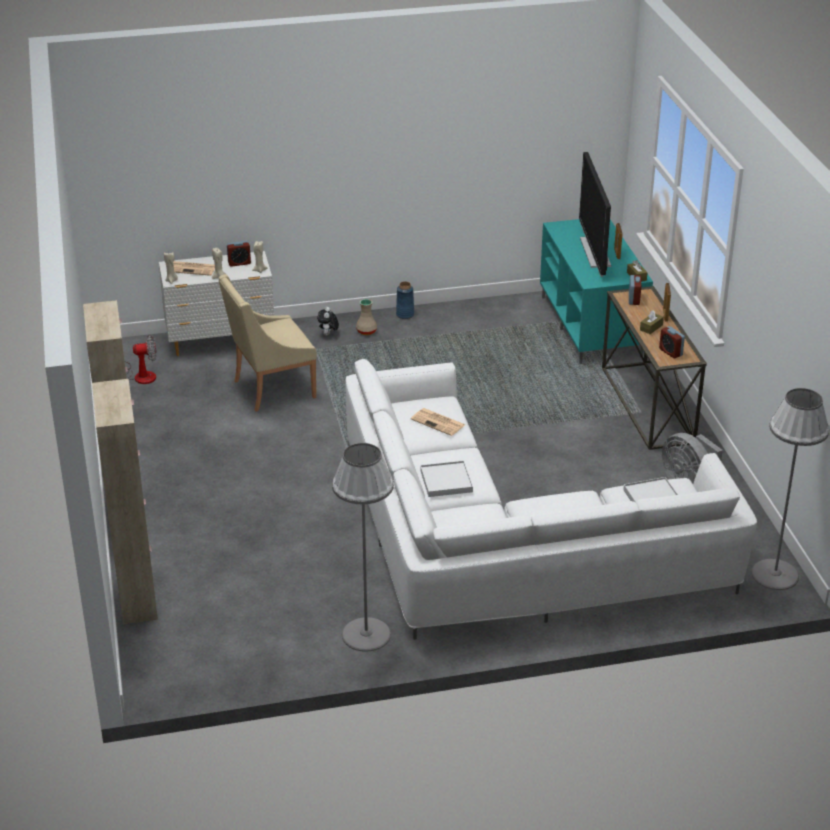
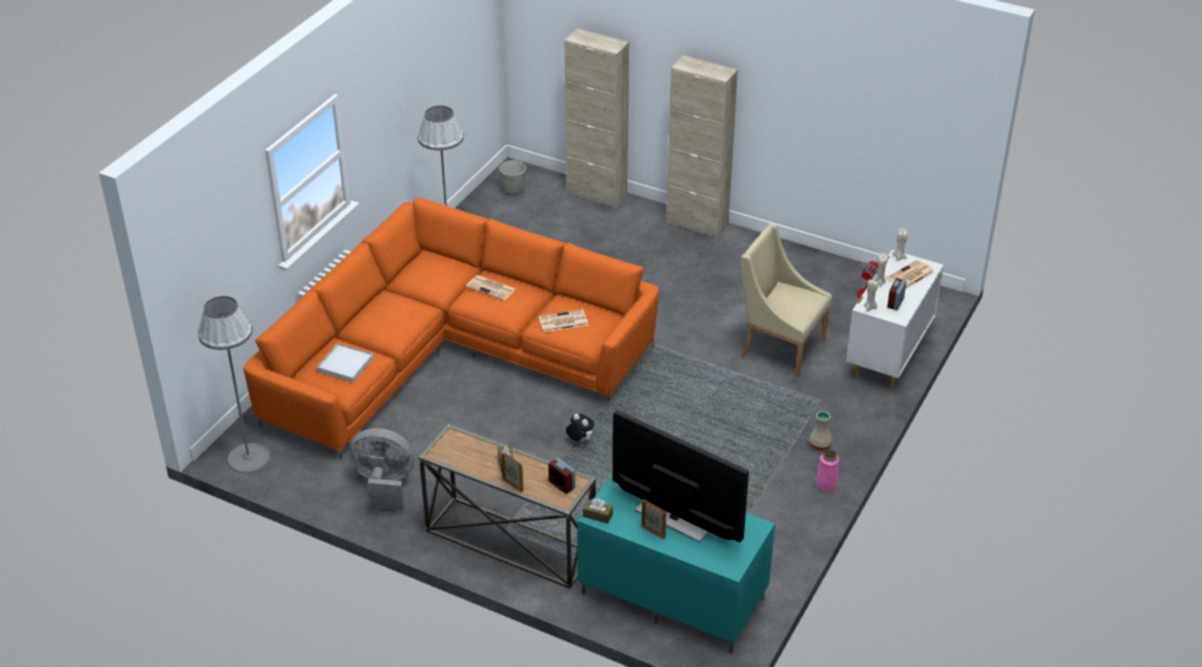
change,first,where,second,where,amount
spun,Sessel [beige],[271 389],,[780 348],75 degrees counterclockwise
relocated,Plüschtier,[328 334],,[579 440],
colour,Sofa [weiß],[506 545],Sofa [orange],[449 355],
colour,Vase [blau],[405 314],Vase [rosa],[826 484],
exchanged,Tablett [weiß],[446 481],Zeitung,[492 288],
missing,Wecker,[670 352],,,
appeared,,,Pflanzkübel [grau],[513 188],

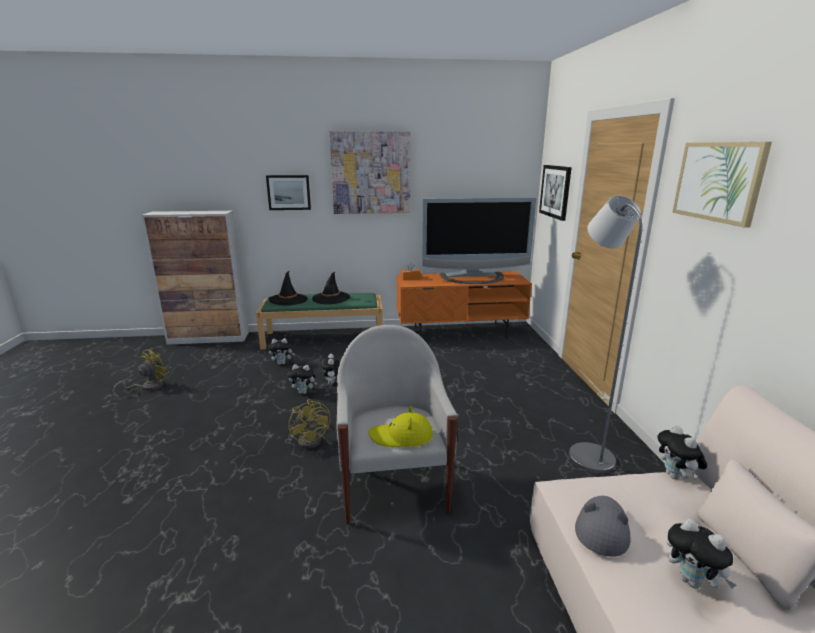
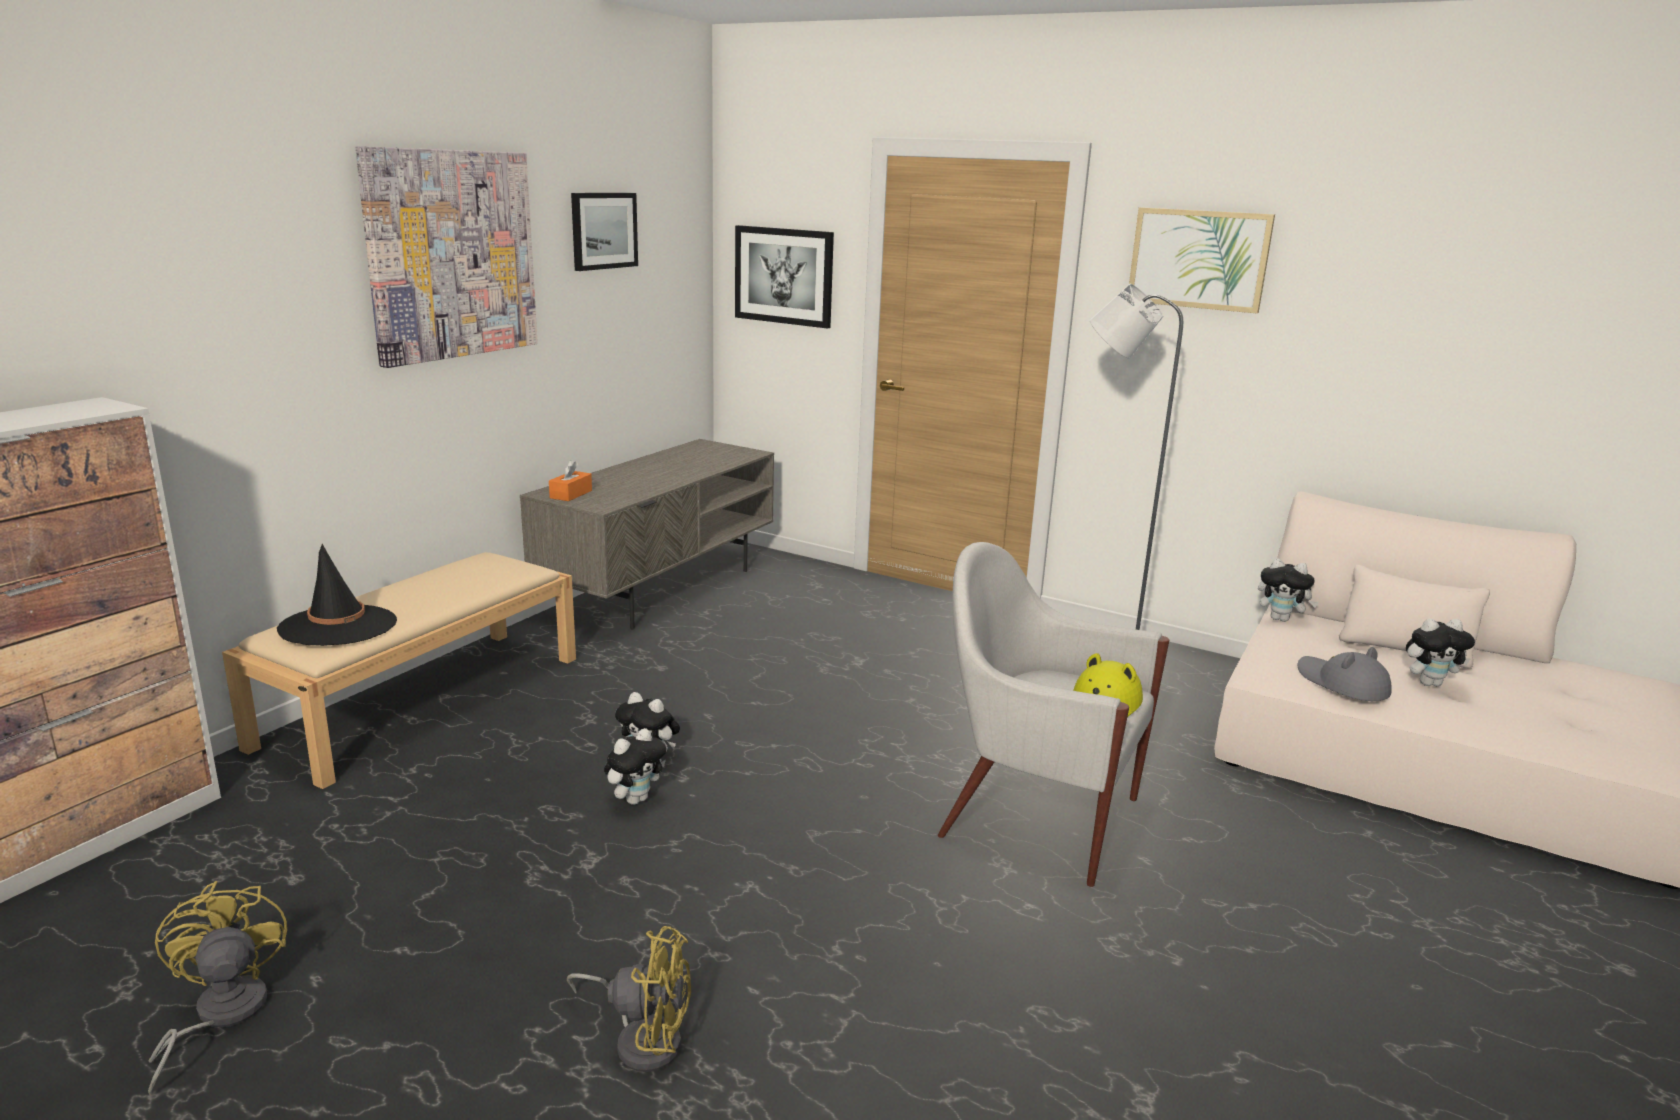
change,first,where,second,where,amount
colour,Bank [grün],[324 338],Bank [beige],[424 699],
relocated,Bild,[289 192],,[603 230],
missing,Plüschtier,[282 363],,,
relocated,Ventilator [gelb],[312 439],,[642 1038],
missing,Hut [schwarz],[331 298],,,
colour,Fernsehschrank [orange],[460 333],Fernsehschrank [grau],[660 588],
missing,Fernseher,[473 278],,,

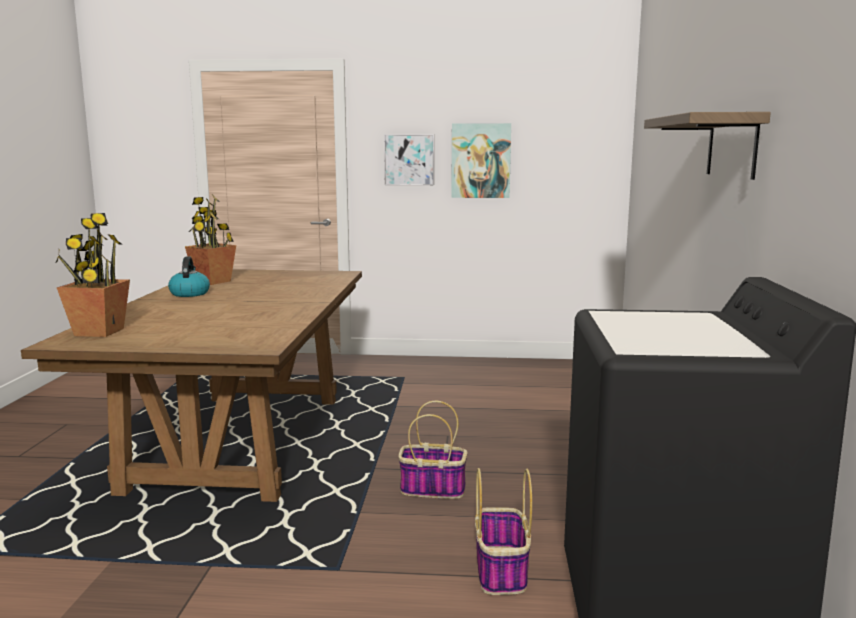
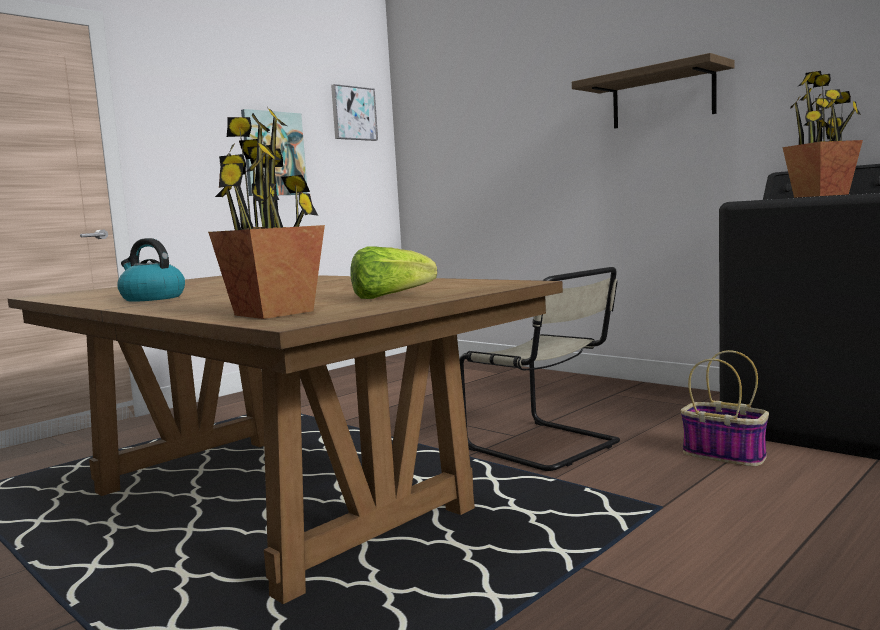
change,first,where,second,where,amount
relocated,Topfpflanze,[213 281],,[821 196],
relocated,Bild,[409 159],,[353 113],
exchanged,Korb,[431 489],Stuhl [beige],[547 446],
appeared,,,Salatkopf,[390 297],

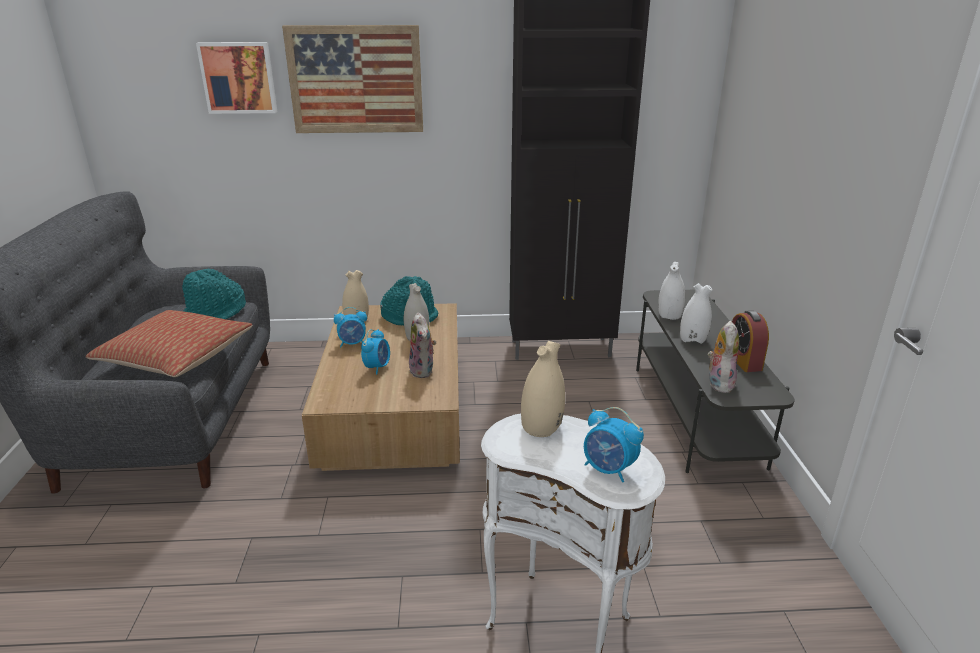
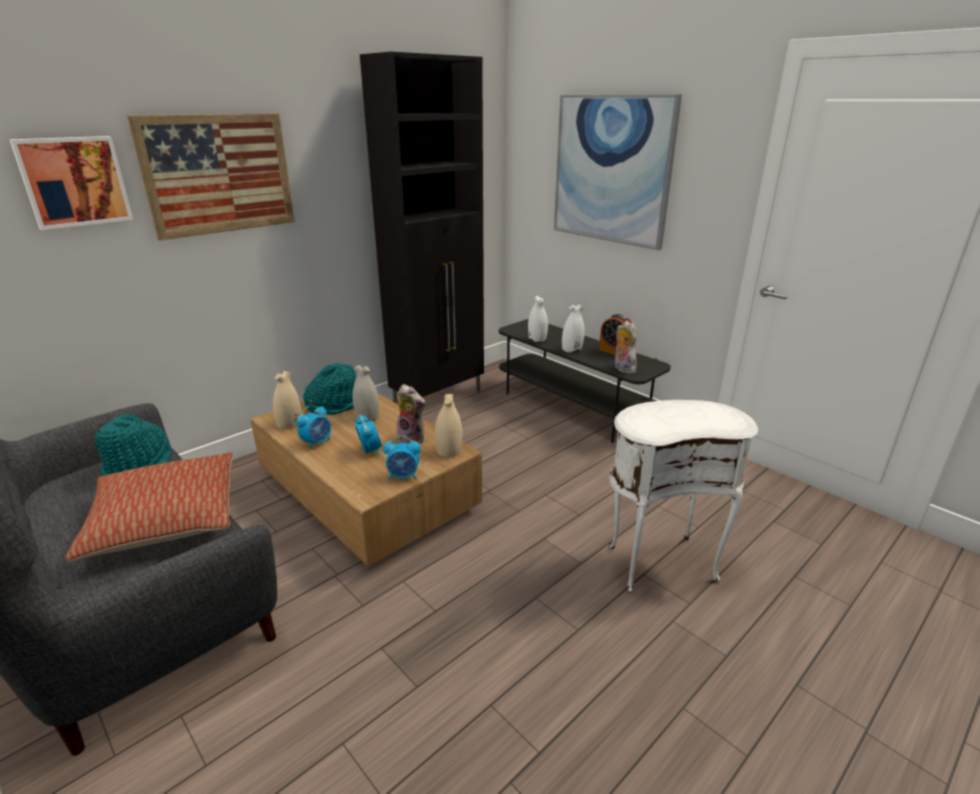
change,first,where,second,where,amount
relocated,Vase [beige],[542 426],,[449 451],
relocated,Wecker,[608 469],,[403 476],
appeared,,,Bild,[611 170],

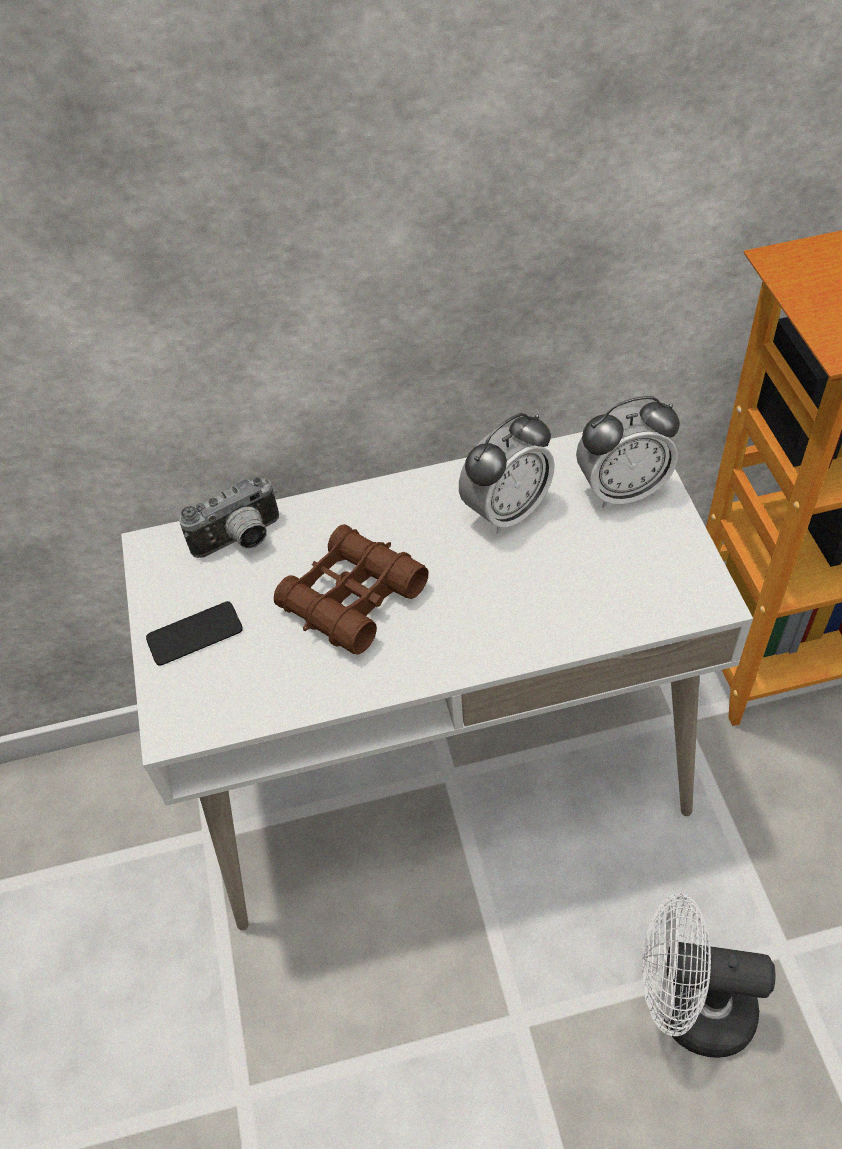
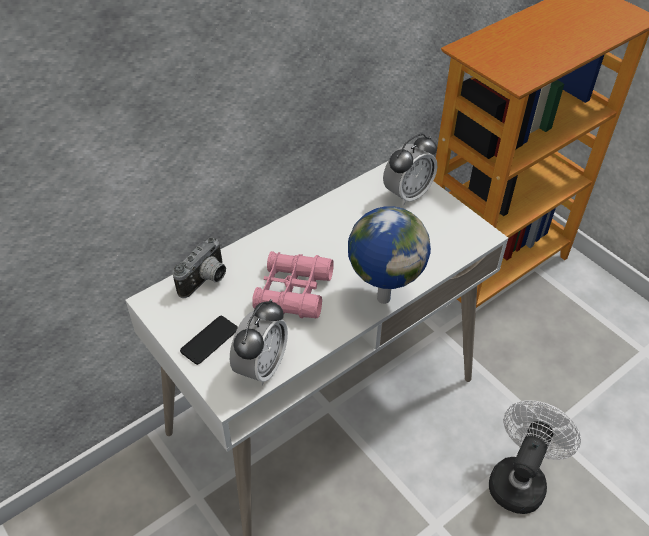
change,first,where,second,where,amount
colour,Fernglas [braun],[352 598],Fernglas [rosa],[293 292],
relocated,Wecker,[506 511],,[261 367],
spun,Ventilator [weiß],[689 1006],,[519 479],135 degrees clockwise
appeared,,,Globus,[382 297],

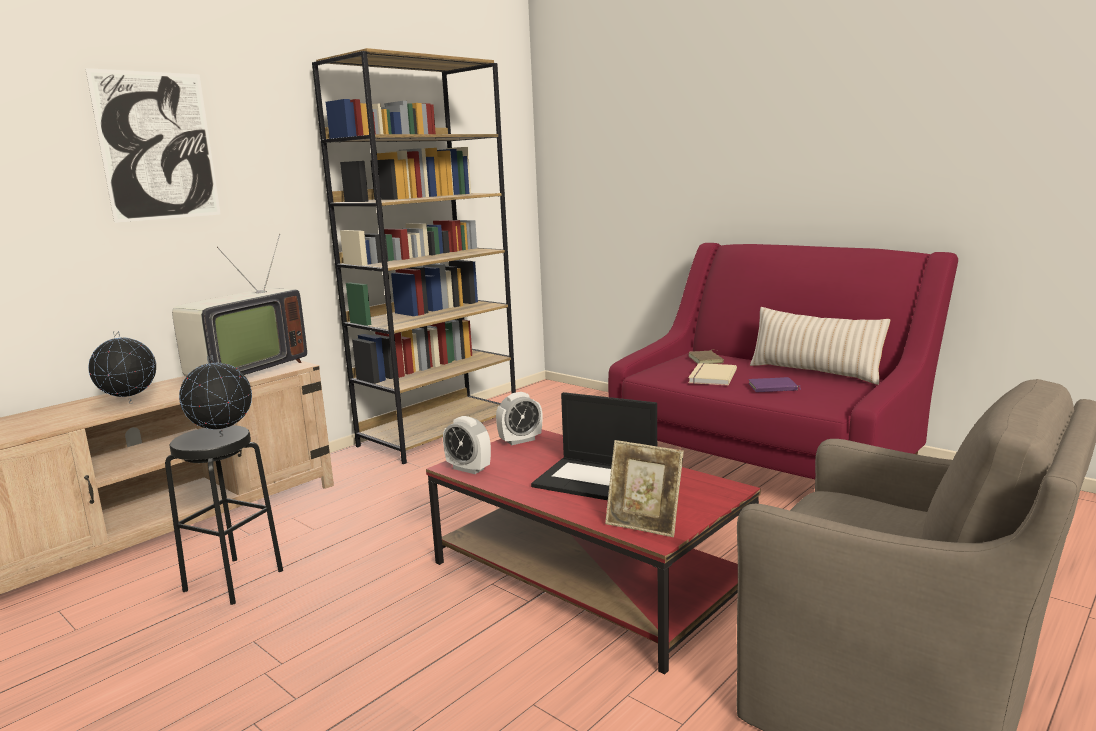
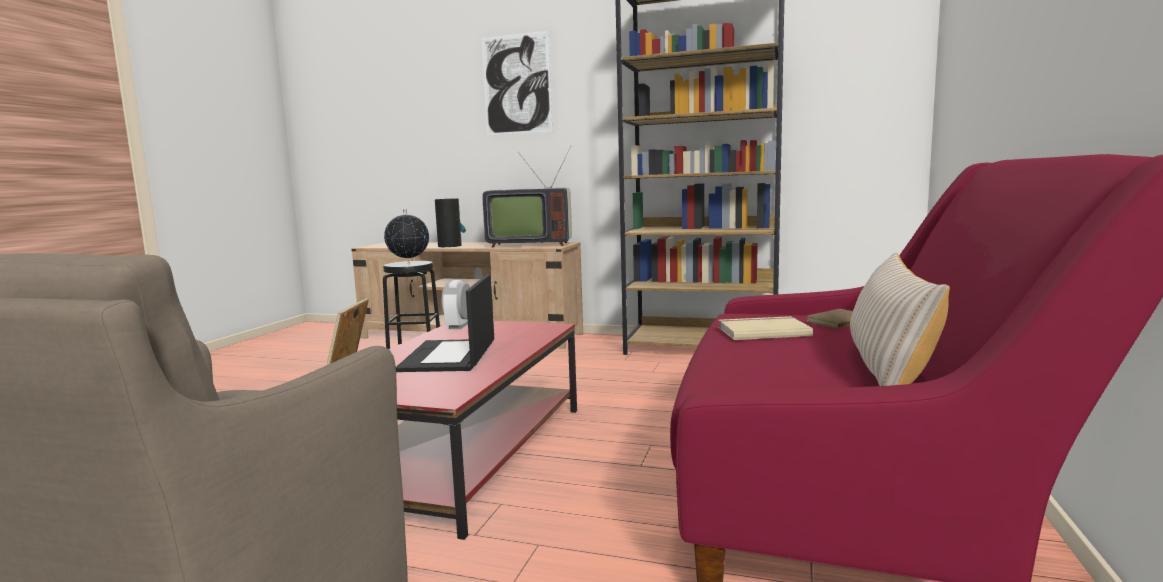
change,first,where,second,where,amount
exchanged,Globus,[129 403],Vase,[450 246],
missing,Wecker,[520 440],,,
missing,Buch [lila],[773 388],,,

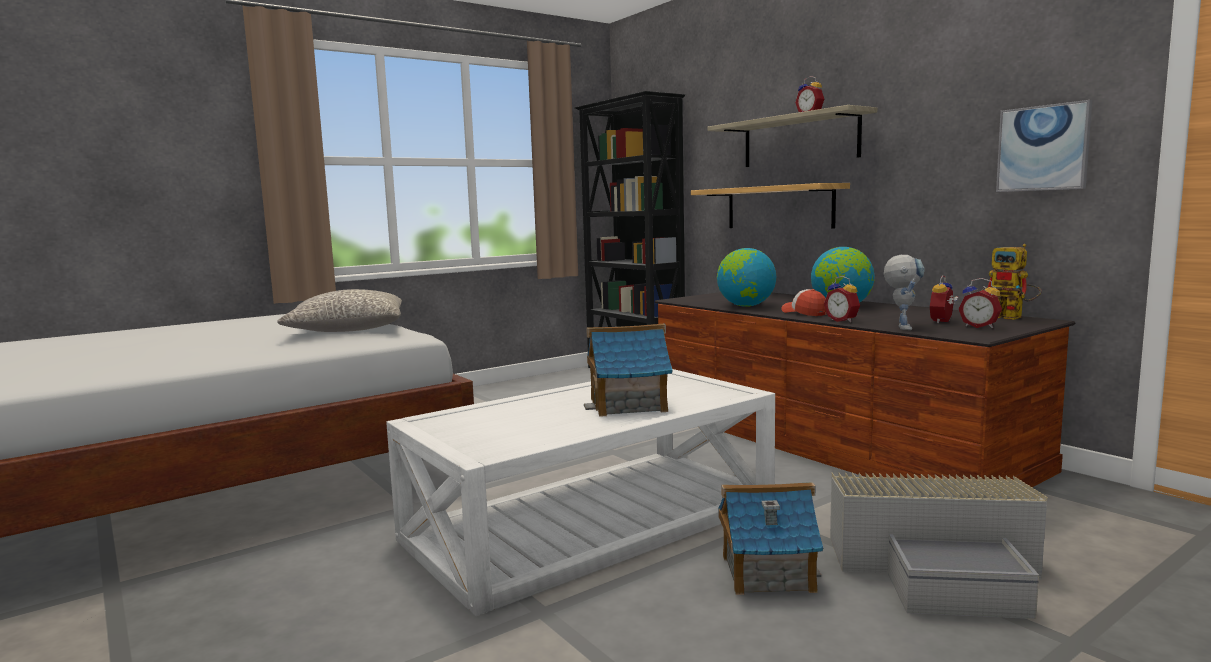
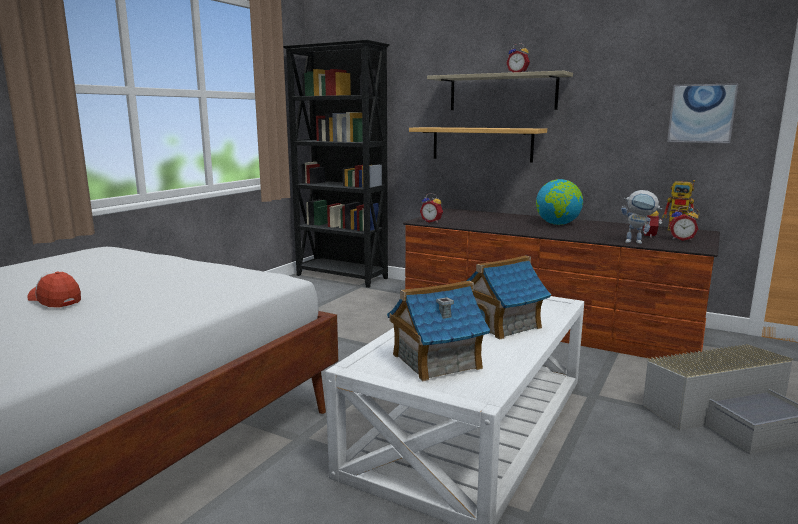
change,first,where,second,where,amount
missing,Kissen [grau],[347 330],,,
missing,Globus,[746 306],,,
relocated,Spielzeughaus,[766 573],,[435 361],
relocated,Kappe,[804 313],,[55 300],
relocated,Wecker,[843 320],,[432 221],
spun,Spielzeugroboter,[901 327],,[638 242],120 degrees clockwise

